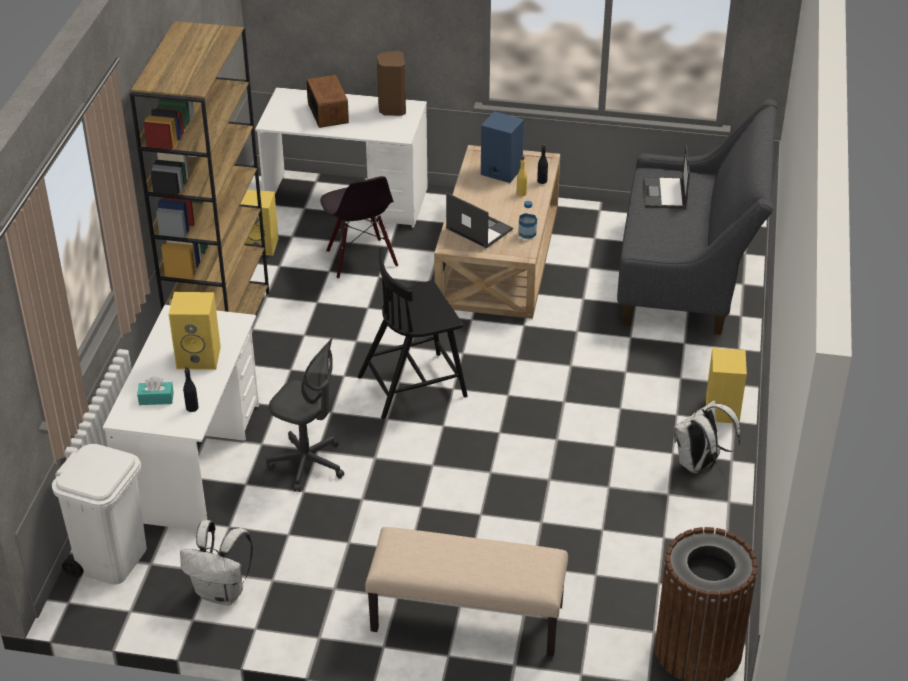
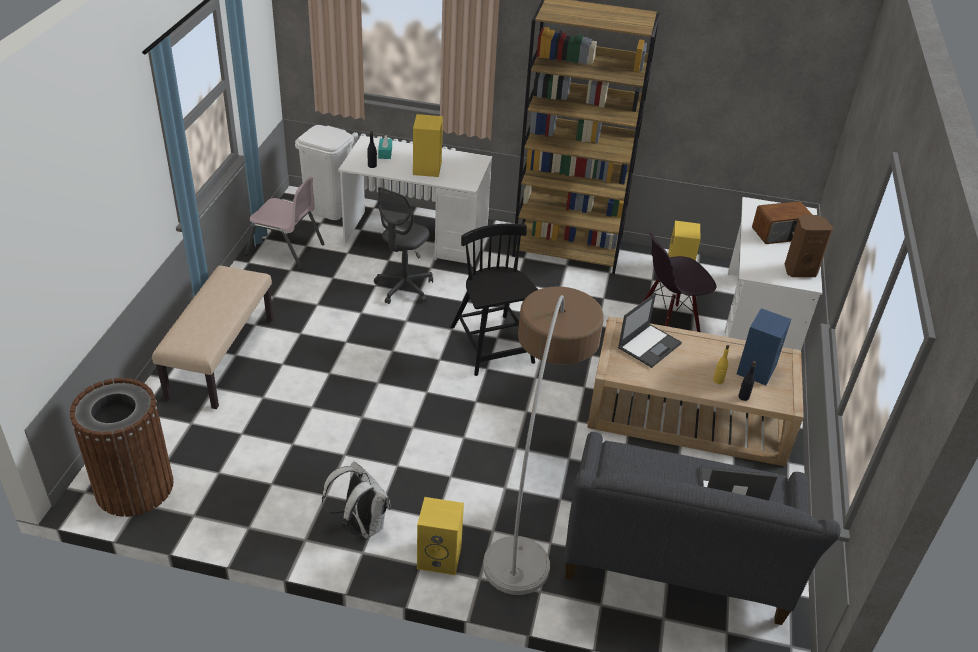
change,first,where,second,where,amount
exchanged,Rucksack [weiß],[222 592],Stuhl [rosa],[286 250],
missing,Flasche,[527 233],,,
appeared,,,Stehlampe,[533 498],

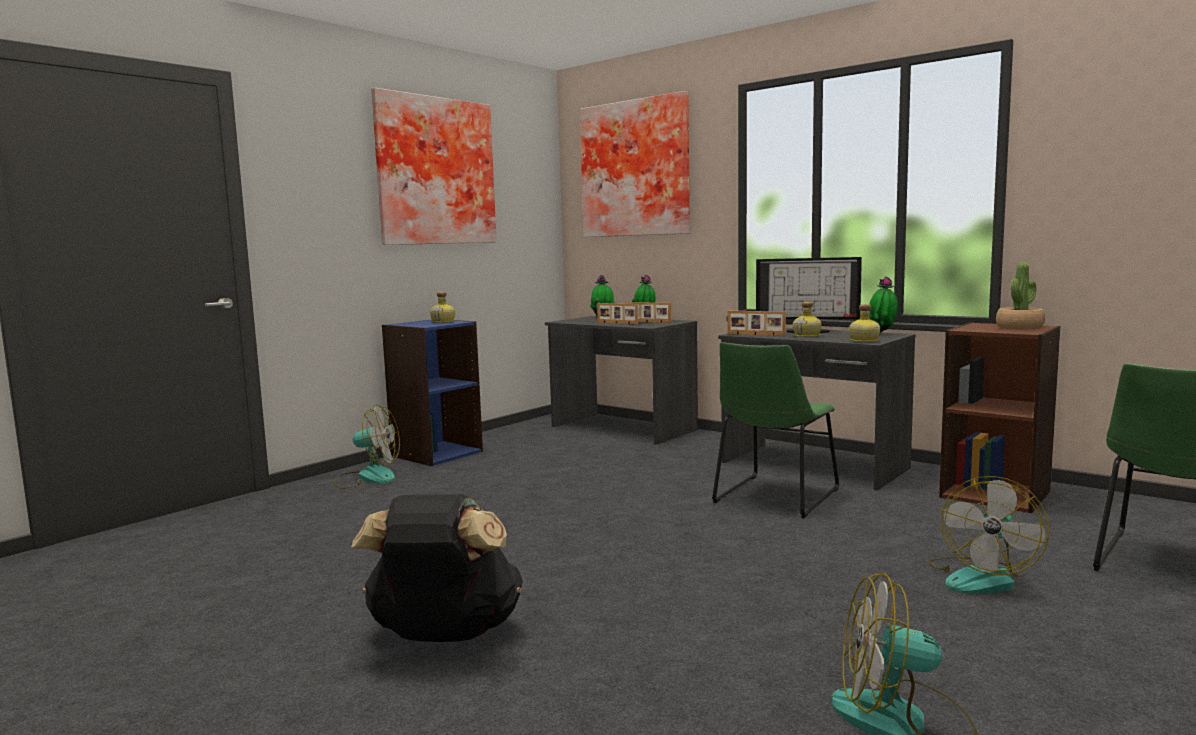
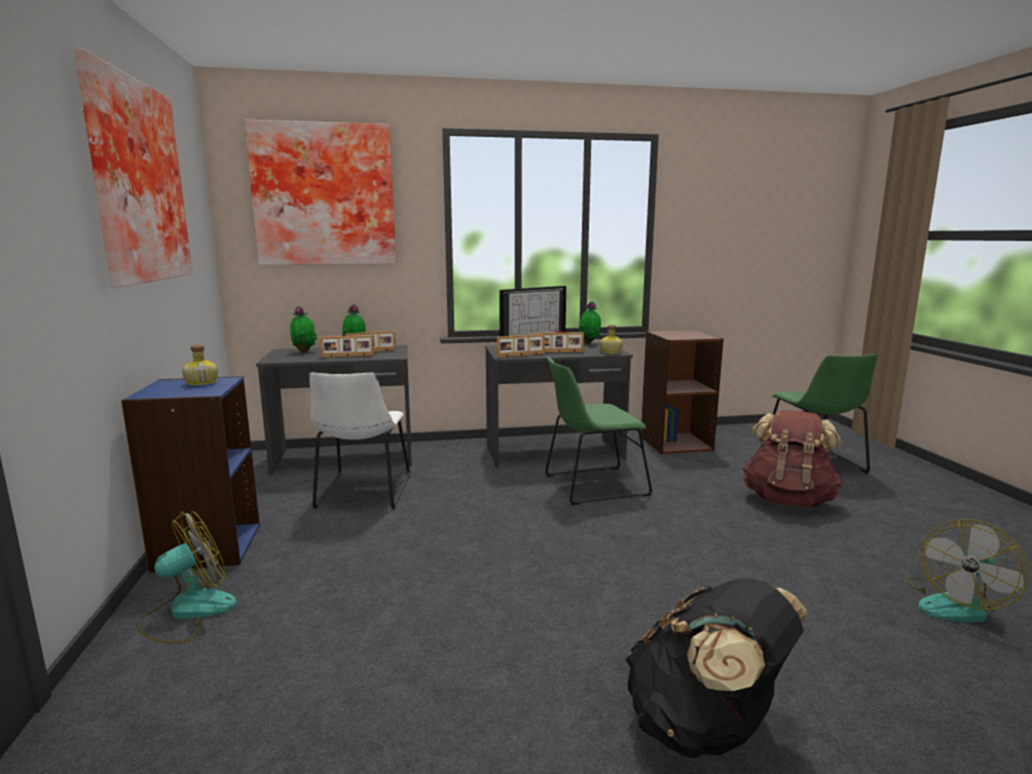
change,first,where,second,where,amount
spun,Stuhl [grün],[774 497],,[591 485],90 degrees clockwise
exchanged,Flasche,[807 336],Bilderrahmen,[559 352],
exchanged,Ventilator,[982 578],Rucksack [braun],[788 500],
missing,Topfpflanze,[1019 327],,,
appeared,,,Stuhl [weiß],[363 493],

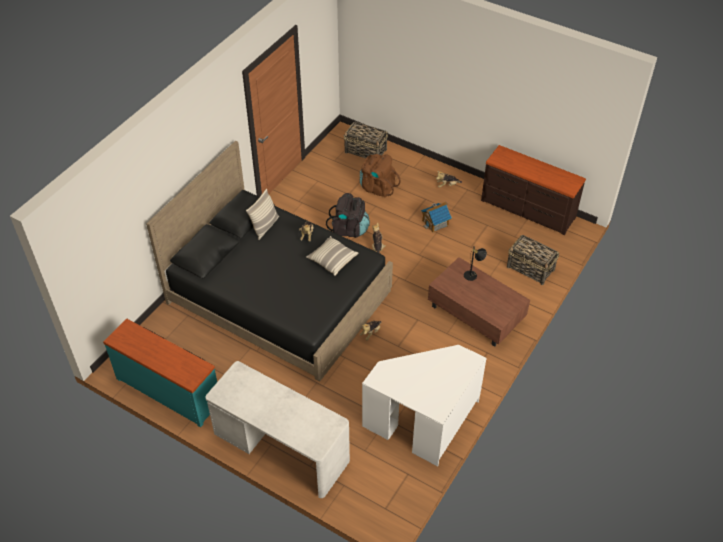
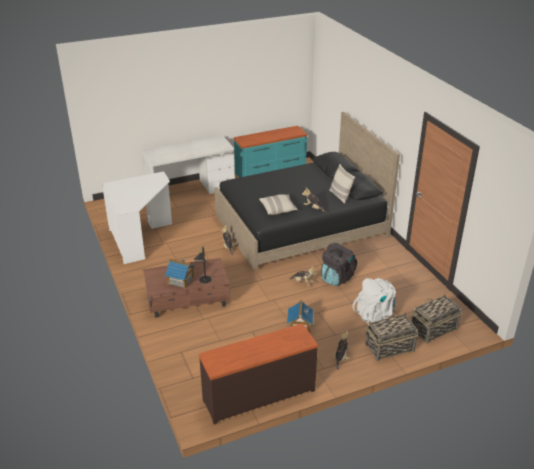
change,first,where,second,where,amount
colour,Rucksack [braun],[377 187],Rucksack [weiß],[375 314],
relocated,Korb,[531 269],,[389 347],
appeared,,,Spielzeughaus,[181 280],

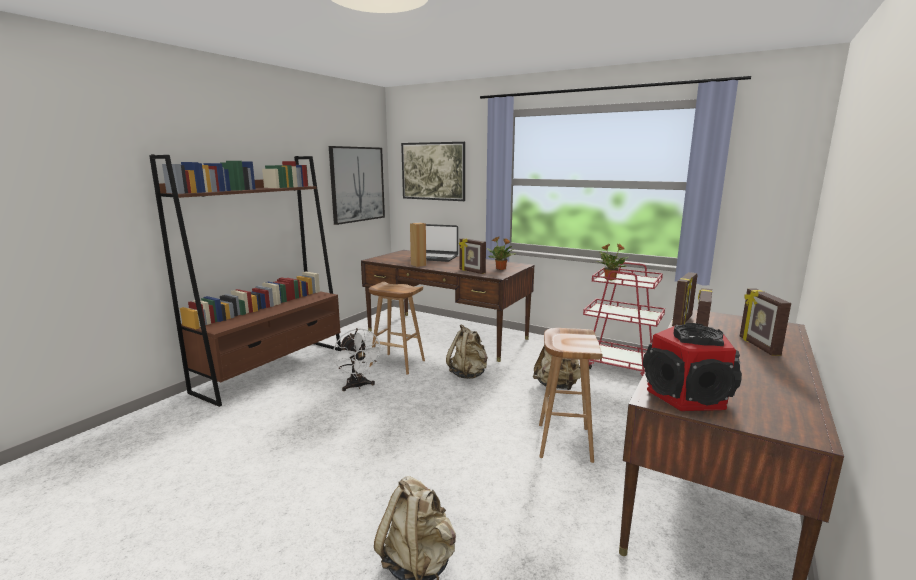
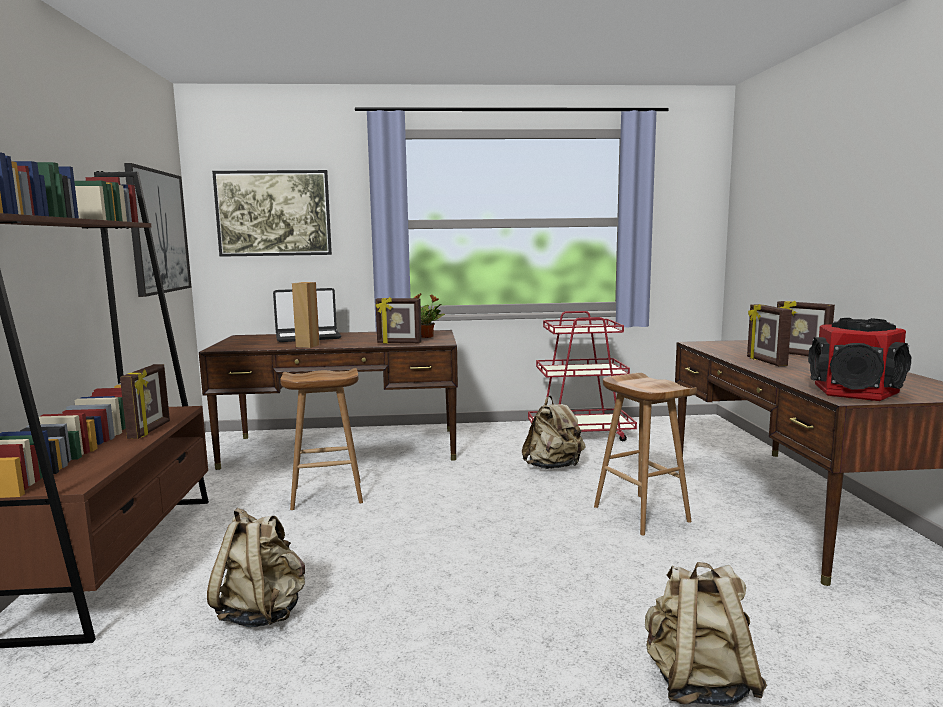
change,first,where,second,where,amount
missing,Ventilator [weiß],[358 386],,,
relocated,Rucksack [beige],[468 374],,[262 612],
missing,Topfpflanze,[609 279],,,
relocated,Bilderrahmen,[682 321],,[150 430],

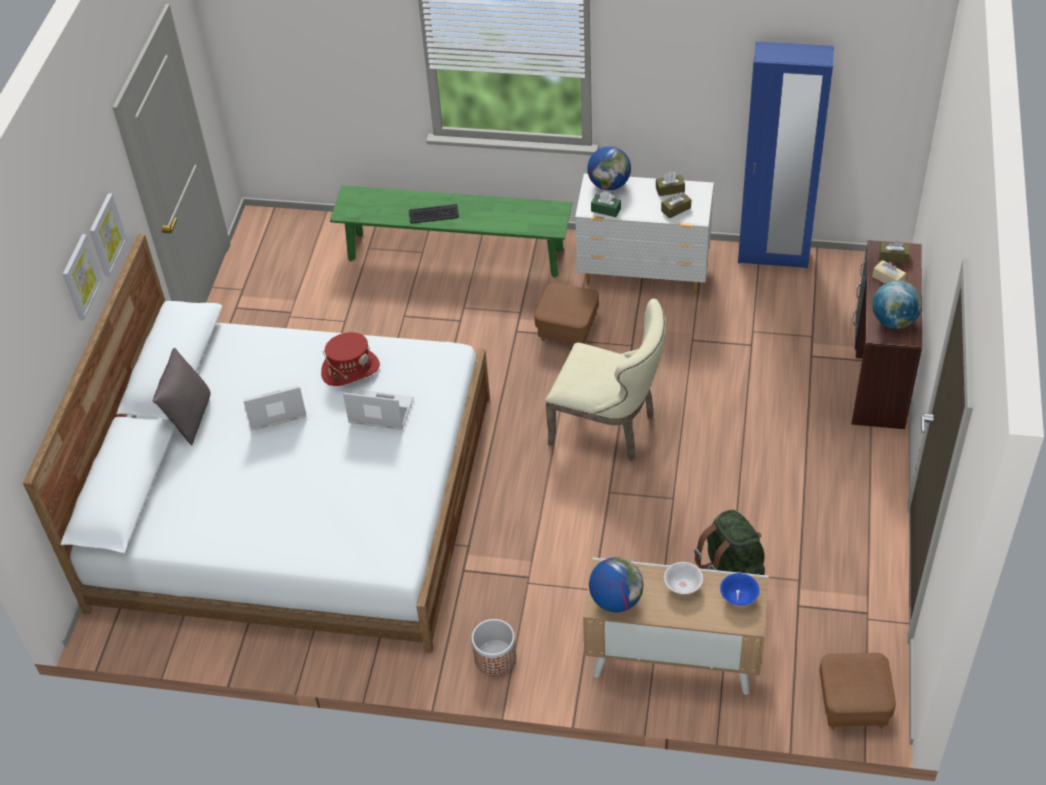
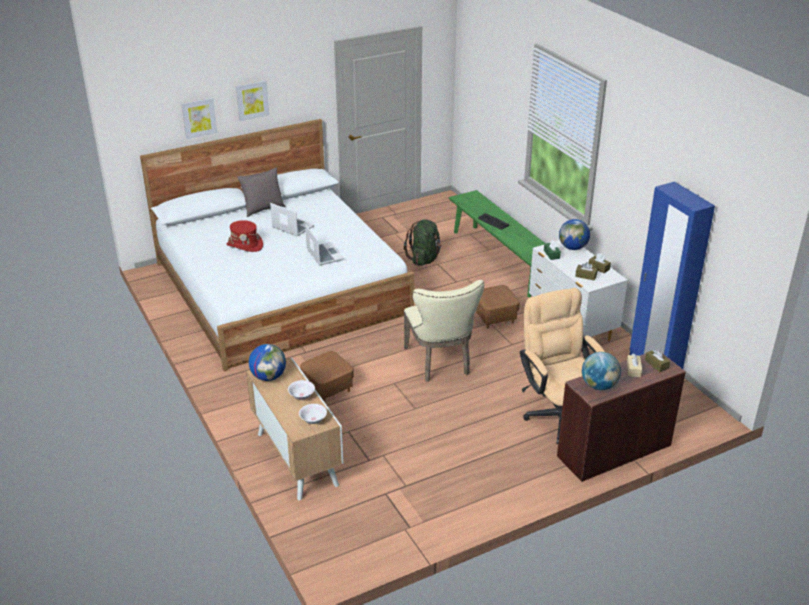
change,first,where,second,where,amount
relocated,Bild,[106 235],,[199 117],
relocated,Hut [rot],[350 369],,[245 245],
missing,Pflanzkübel,[494 658],,,
relocated,Rucksack [grün],[731 568],,[424 259],
colour,Schüssel [blau],[739 597],Schüssel [weiß],[313 420],
relocated,Polsterhocker [braun],[853 705],,[328 388],
appeared,,,Bürostuhl [beige],[558 413],

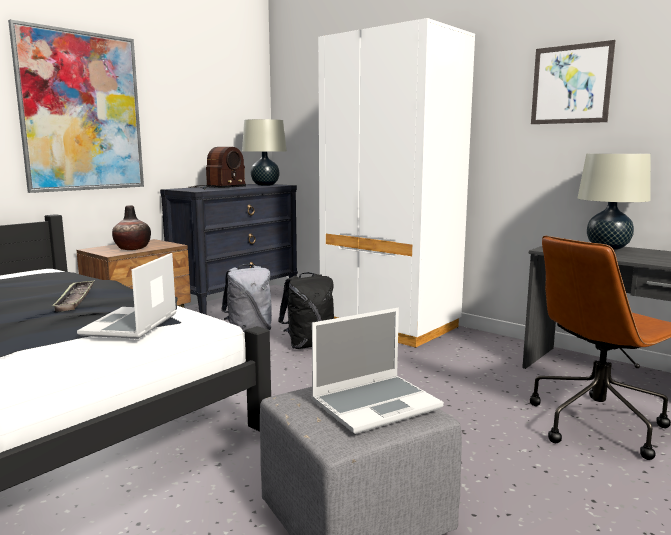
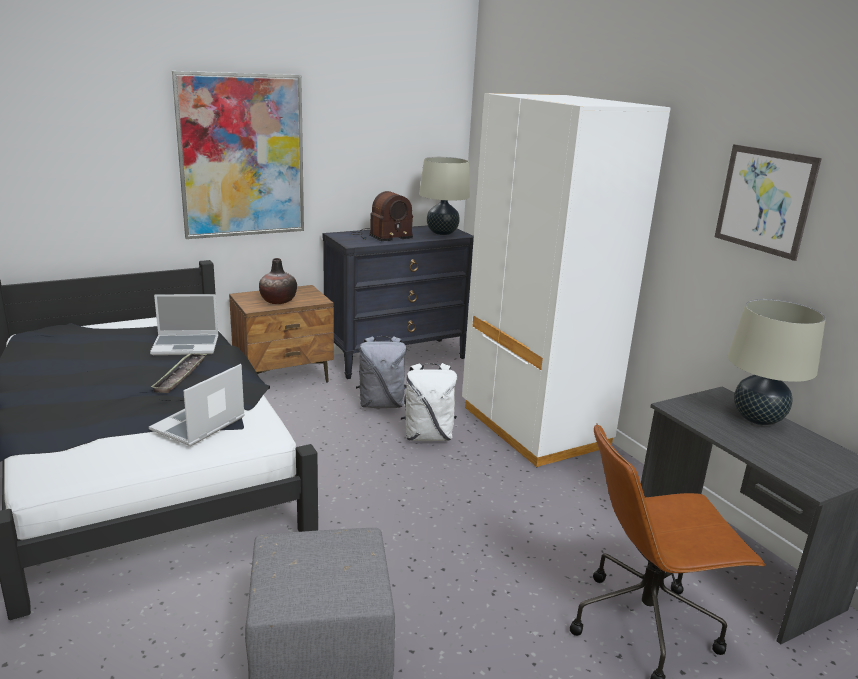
change,first,where,second,where,amount
colour,Rucksack [schwarz],[309 344],Rucksack [weiß],[428 436],
relocated,Laptop,[376 404],,[186 346],

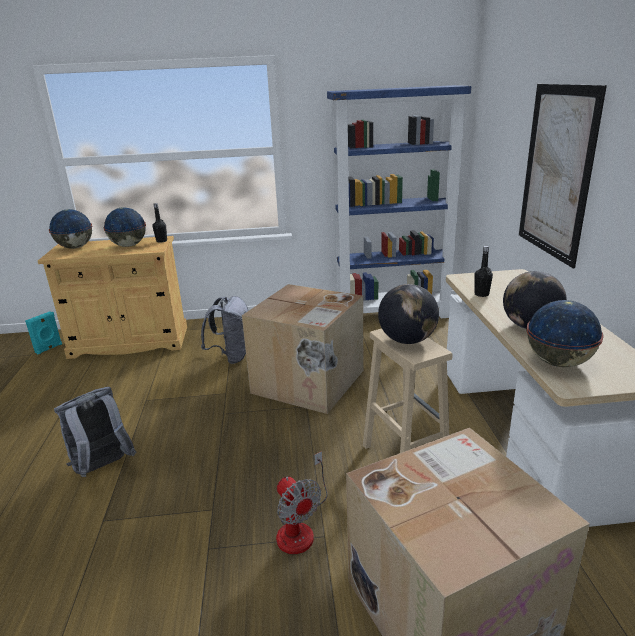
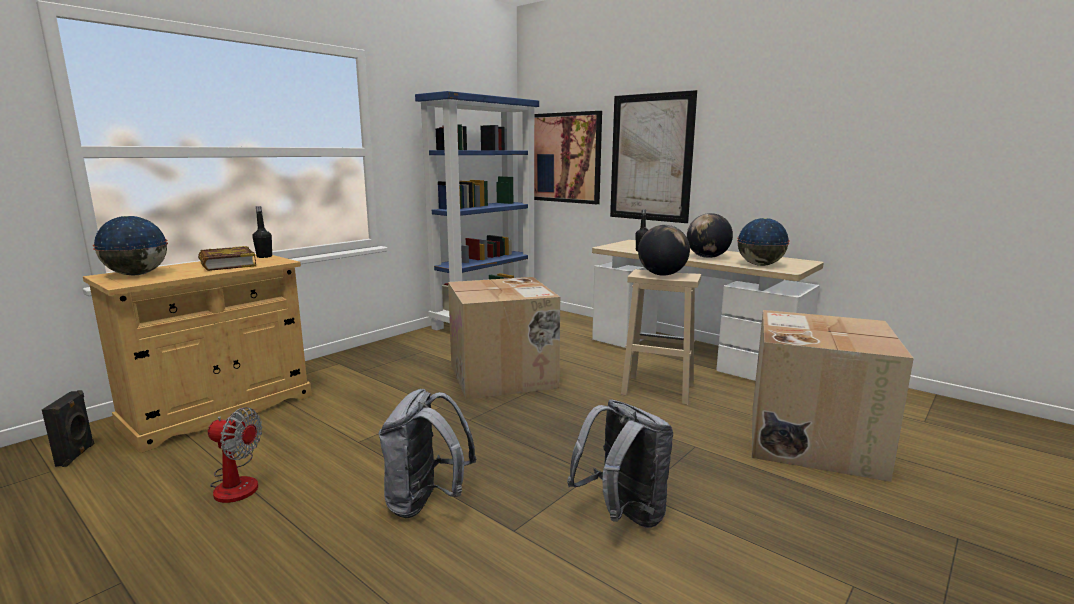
change,first,where,second,where,amount
colour,Lautsprecher [türkis],[49 348],Lautsprecher [schwarz],[77 455],
exchanged,Globus,[128 245],Buch,[227 264],
relocated,Rucksack [grau],[232 356],,[622 515],
relocated,Ventilator,[300 527],,[236 482],
appeared,,,Bild,[565 158],

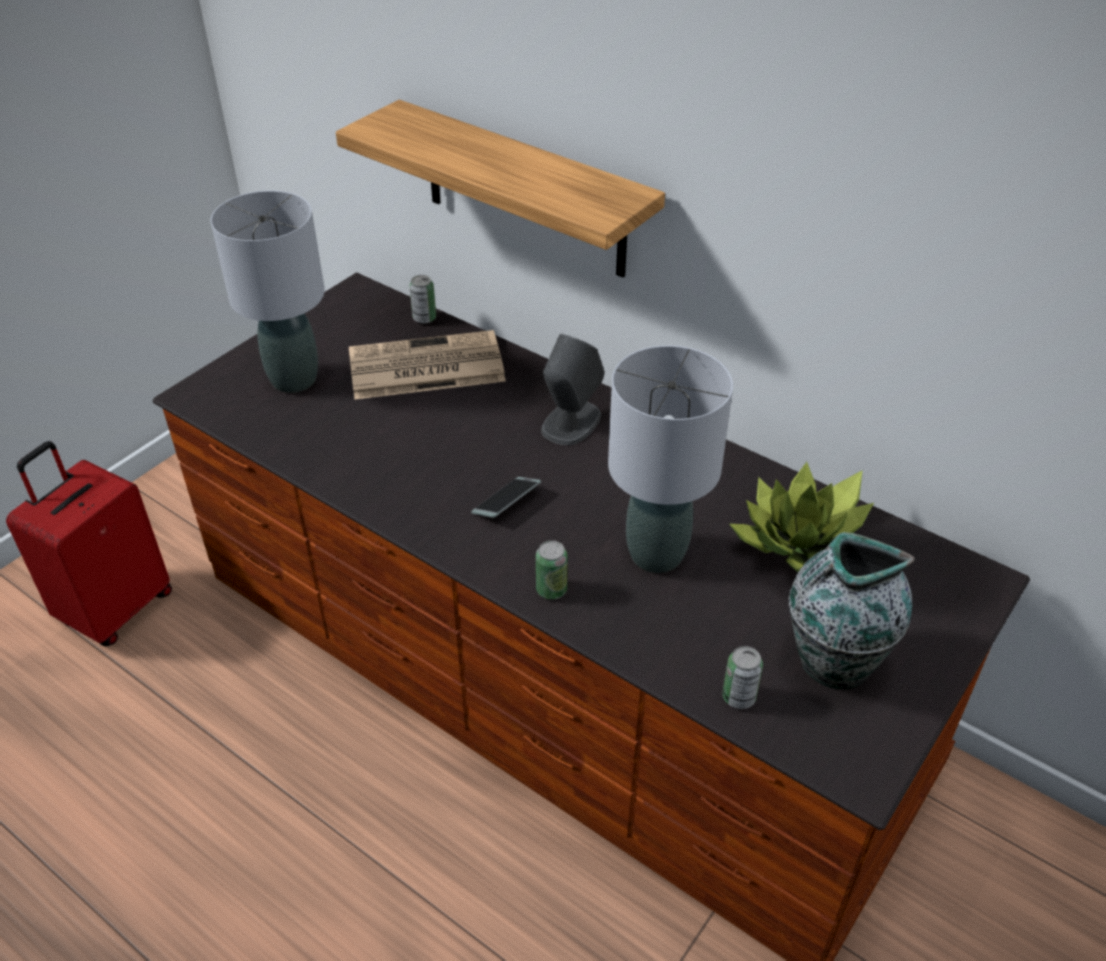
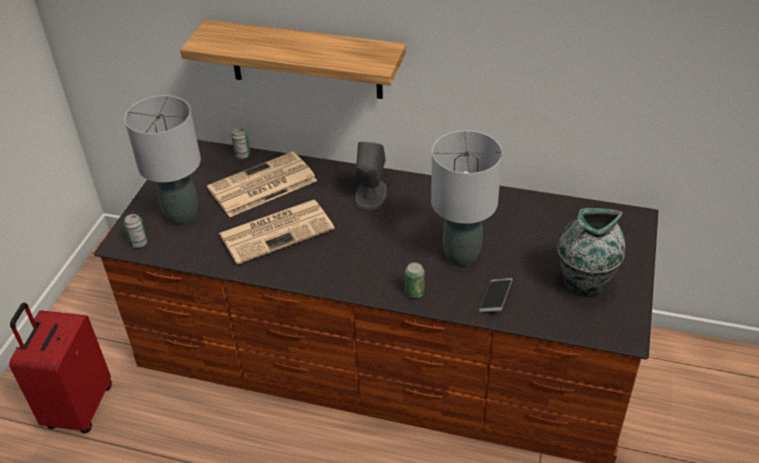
change,first,where,second,where,amount
relocated,Handy,[506 502],,[495 298],
relocated,Dose,[738 697],,[139 243],
missing,Topfpflanze,[805 543],,,
appeared,,,Zeitung,[277 231],

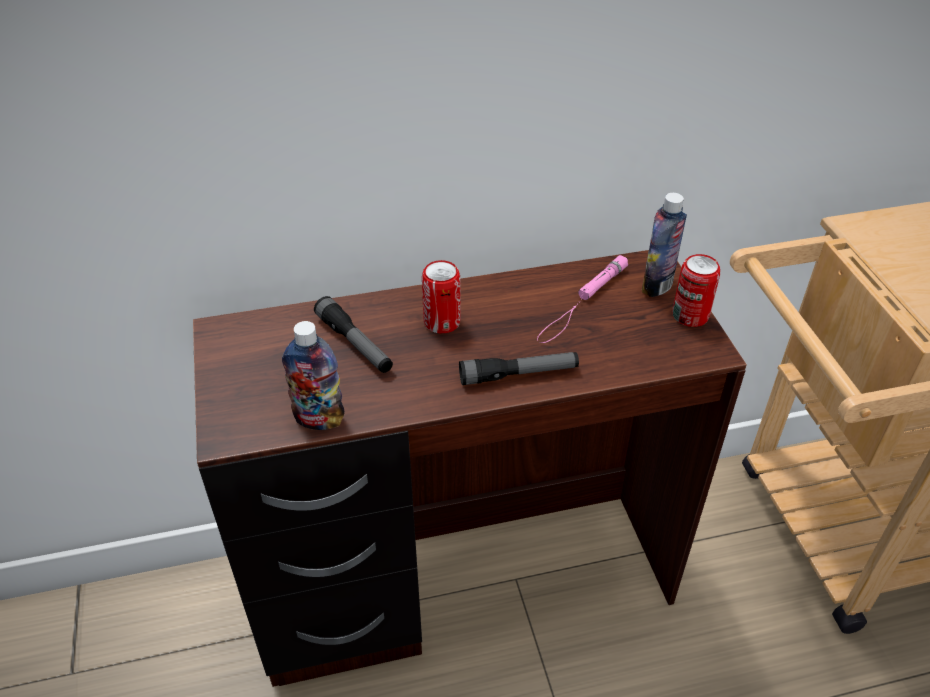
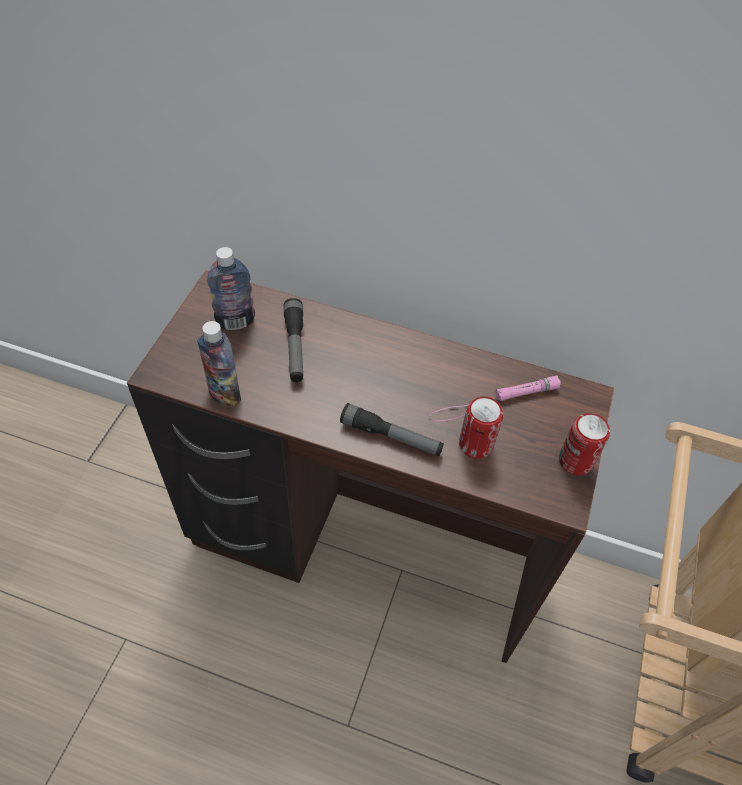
change,first,where,second,where,amount
relocated,Dose,[442 322],,[475 445],
relocated,Flasche,[657 286],,[235 321],

